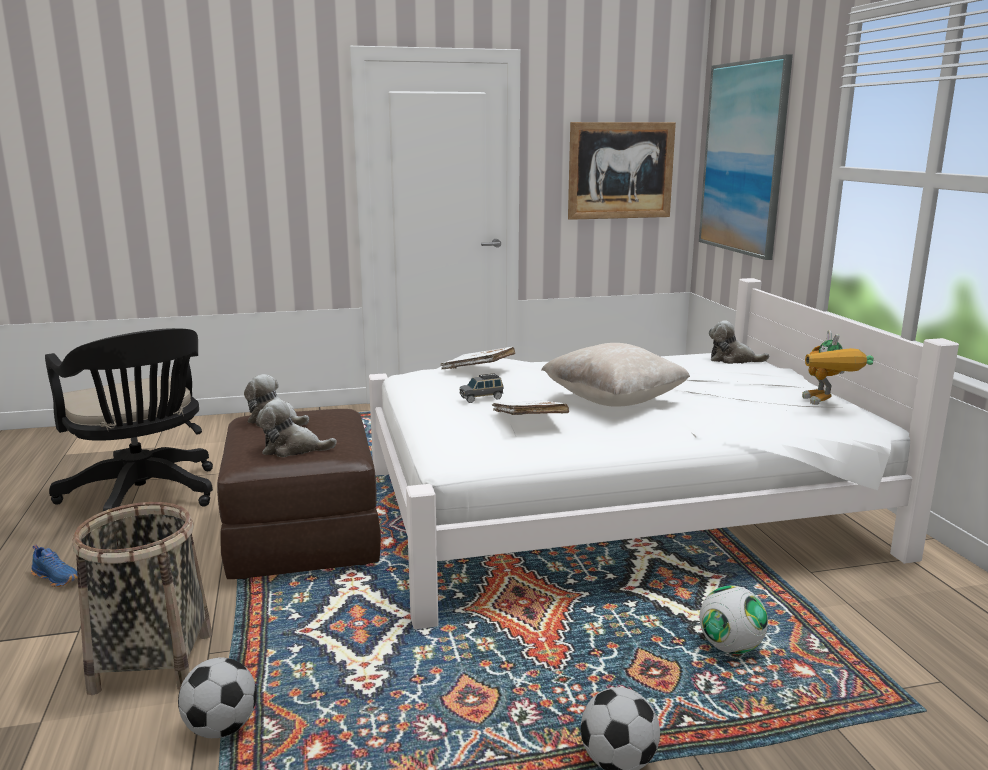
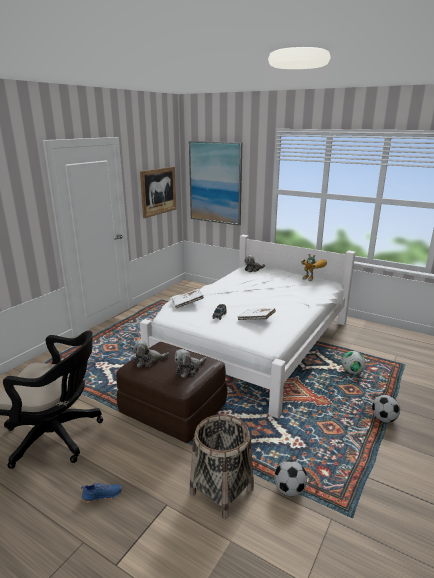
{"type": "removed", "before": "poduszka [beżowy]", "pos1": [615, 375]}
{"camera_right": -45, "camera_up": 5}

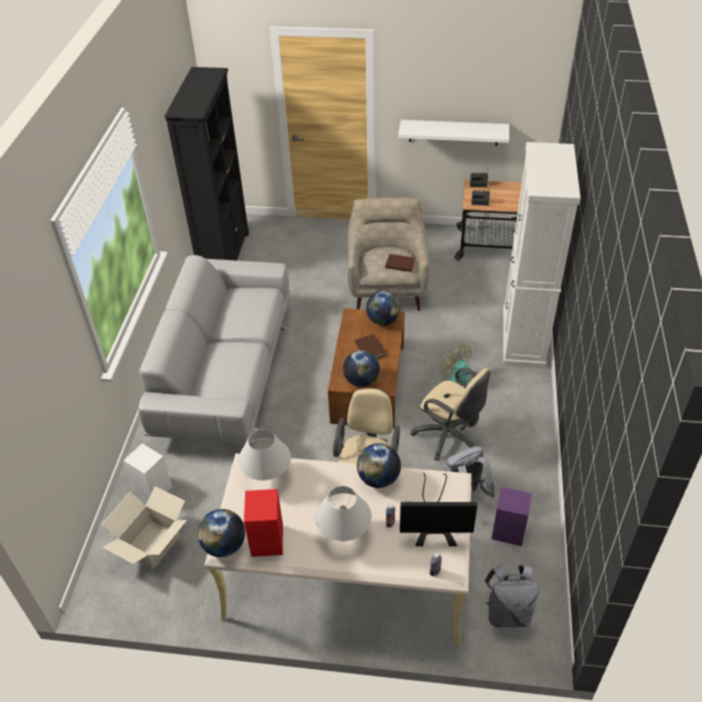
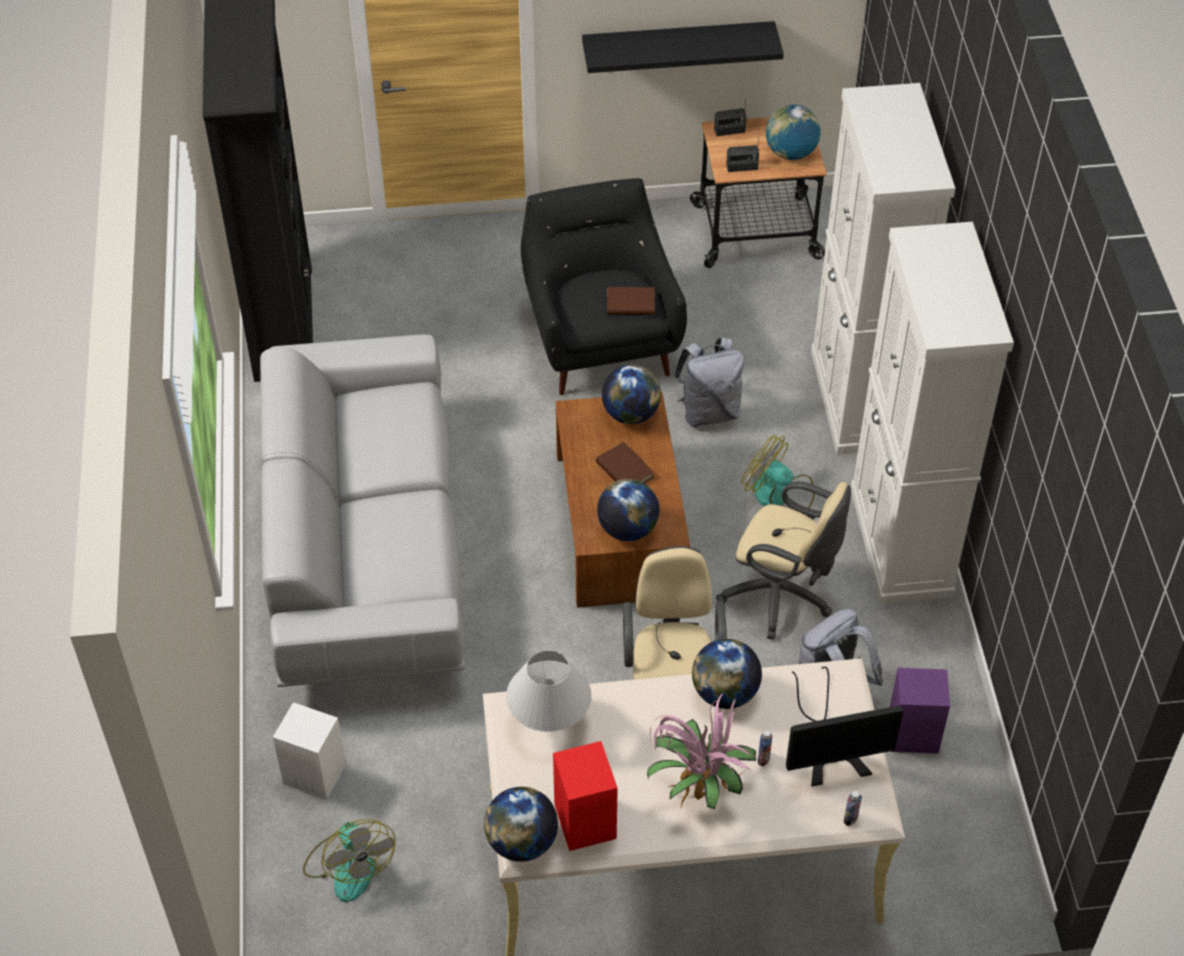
{"type": "recoloured", "before": "półka [biały]", "after": "półka [czarny]", "pos1": [453, 133], "pos2": [683, 47]}
{"type": "recoloured", "before": "fotel [beżowy]", "after": "fotel [czarny]", "pos1": [389, 254], "pos2": [604, 286]}
{"type": "replaced", "before": "karton", "after": "wentylator", "pos1": [144, 527], "pos2": [349, 860]}
{"type": "replaced", "before": "lampa stołowa [biały]", "after": "roślina doniczkowa", "pos1": [343, 513], "pos2": [701, 751]}
{"type": "moved", "before": "plecak [szary]", "pos1": [512, 596], "pos2": [708, 382]}
{"type": "added", "after": "globus", "pos2": [793, 132]}
{"type": "added", "after": "szafka [biały]", "pos2": [932, 413]}
{"camera_right": -15, "camera_up": 5}

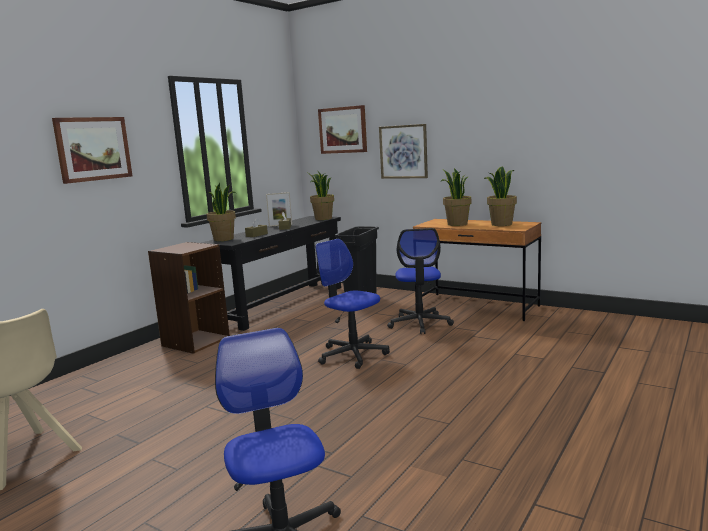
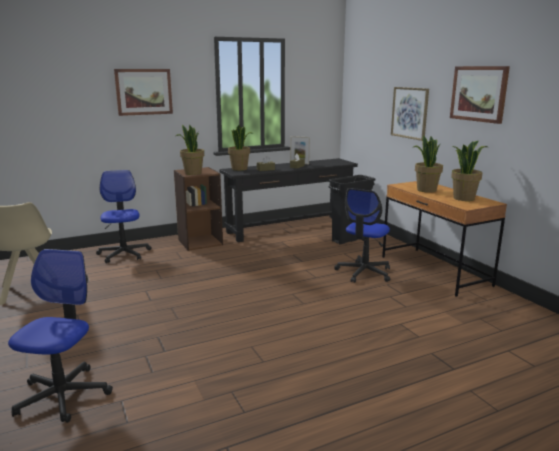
{"type": "moved", "before": "obraz", "pos1": [342, 129], "pos2": [480, 95]}
{"type": "moved", "before": "roślina doniczkowa", "pos1": [320, 195], "pos2": [190, 150]}
{"type": "moved", "before": "krzesło biurowe", "pos1": [352, 304], "pos2": [124, 216]}
{"camera_right": 30, "camera_up": 5}

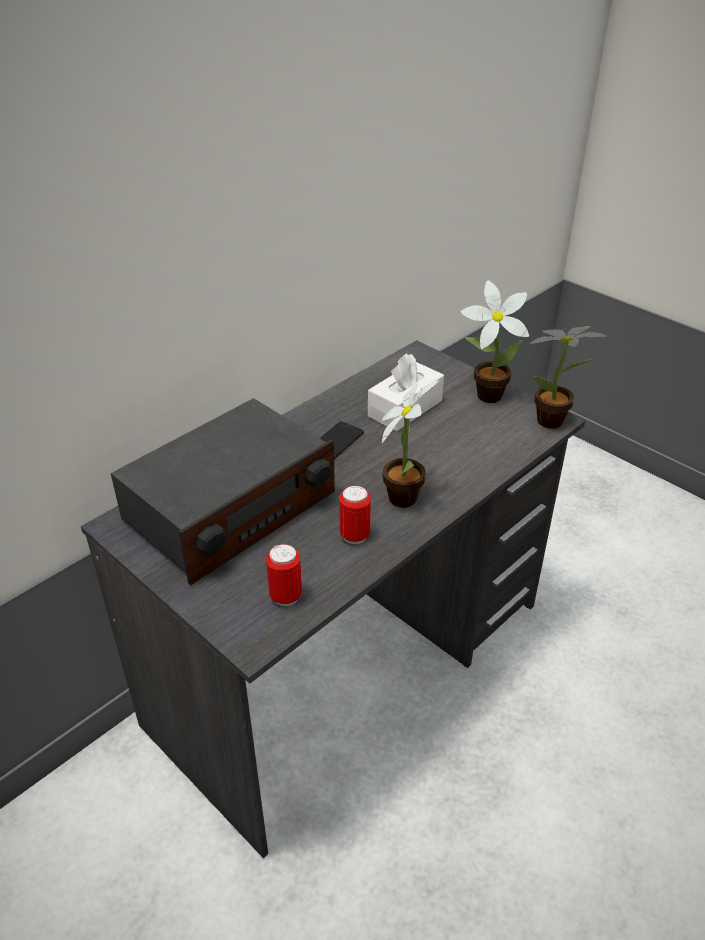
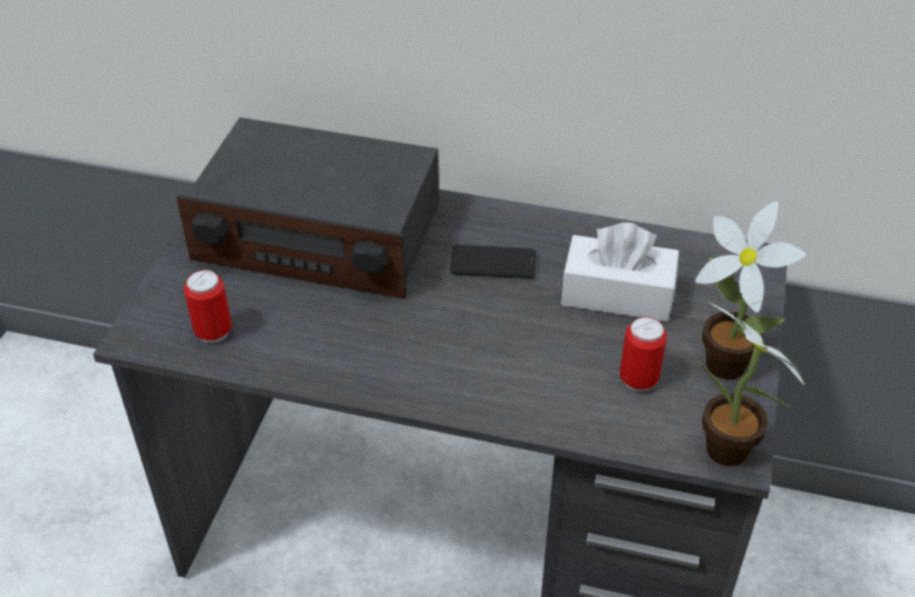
{"type": "removed", "before": "roślina doniczkowa", "pos1": [410, 444]}
{"type": "moved", "before": "puszka", "pos1": [355, 514], "pos2": [643, 354]}
{"camera_right": 60, "camera_up": 5}

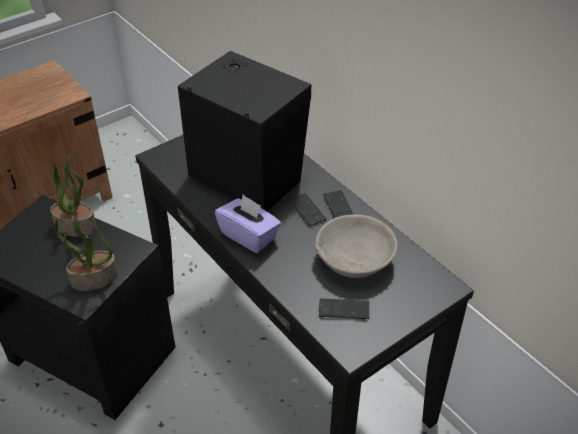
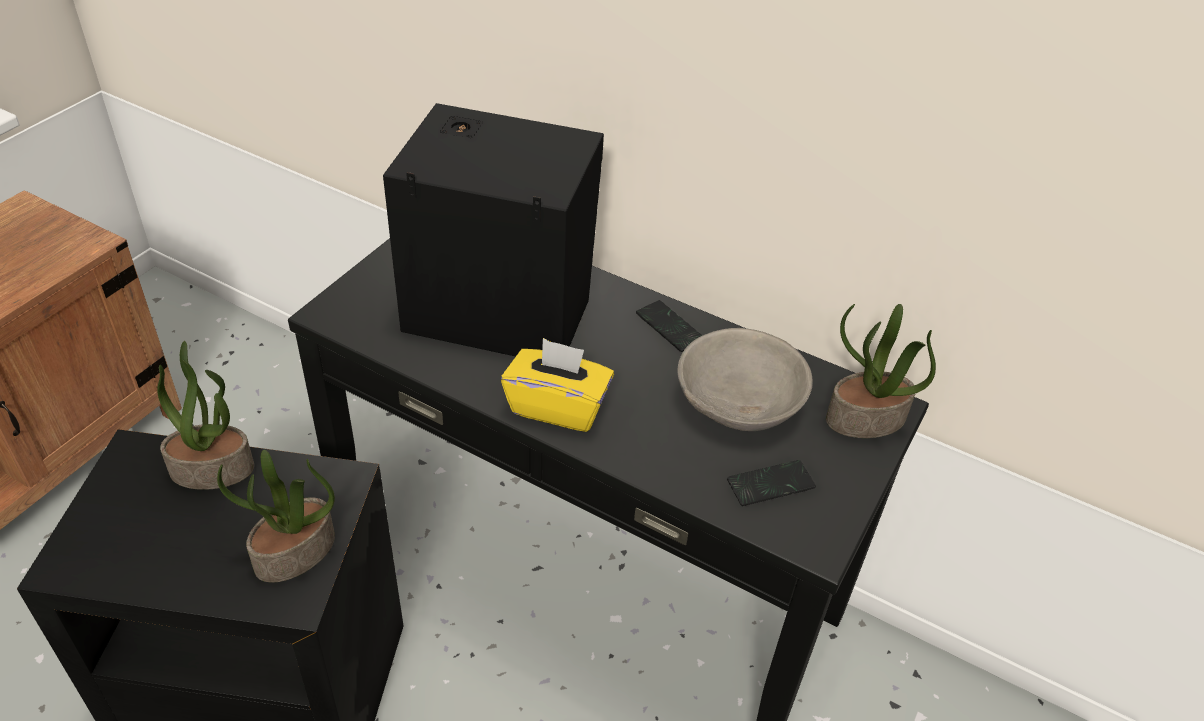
{"type": "removed", "before": "telefon", "pos1": [307, 209]}
{"type": "recoloured", "before": "pudełko chusteczek [fioletowy]", "after": "pudełko chusteczek [żółty]", "pos1": [248, 224], "pos2": [557, 385]}
{"type": "added", "after": "roślina doniczkowa", "pos2": [881, 371]}
{"camera_right": -25, "camera_up": 0}

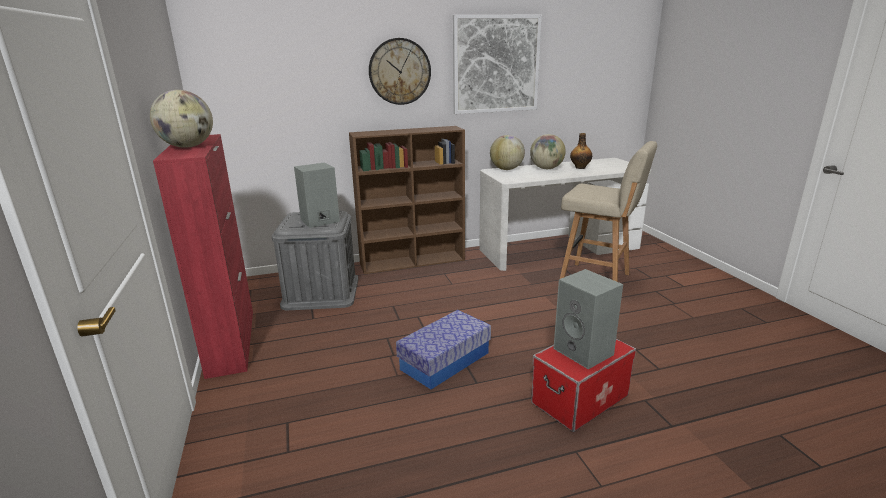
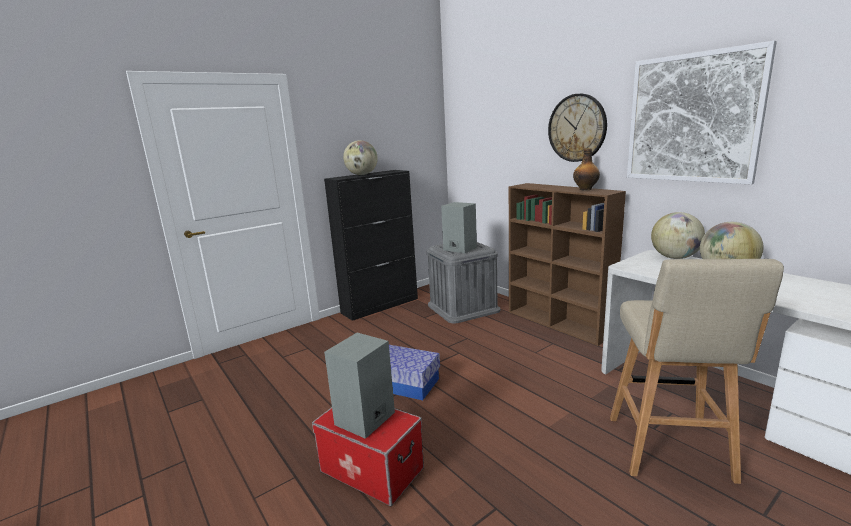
{"type": "moved", "before": "butelka", "pos1": [581, 151], "pos2": [586, 169]}
{"type": "recoloured", "before": "szafka [czerwony]", "after": "szafka [czarny]", "pos1": [203, 256], "pos2": [371, 245]}
{"camera_right": 70, "camera_up": -5}

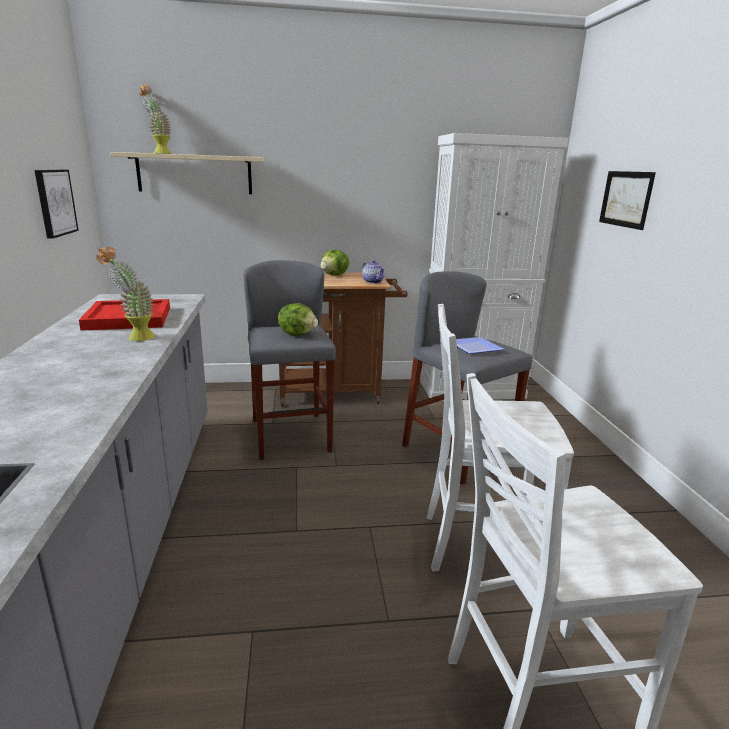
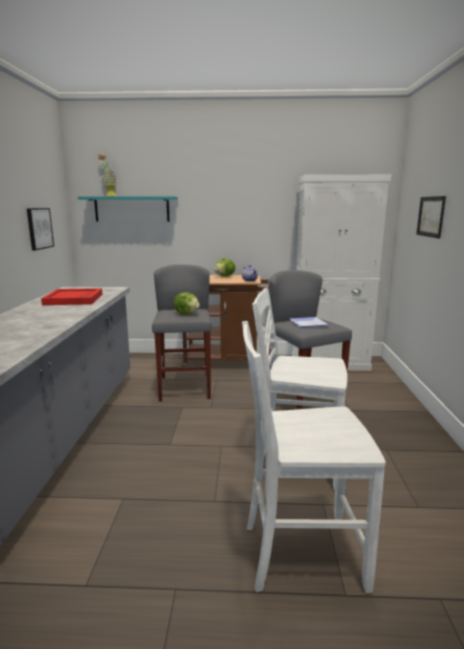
{"type": "recoloured", "before": "półka [beżowy]", "after": "półka [turkusowy]", "pos1": [187, 173], "pos2": [128, 209]}
{"type": "removed", "before": "roślina doniczkowa", "pos1": [125, 294]}
{"camera_right": 10, "camera_up": -5}

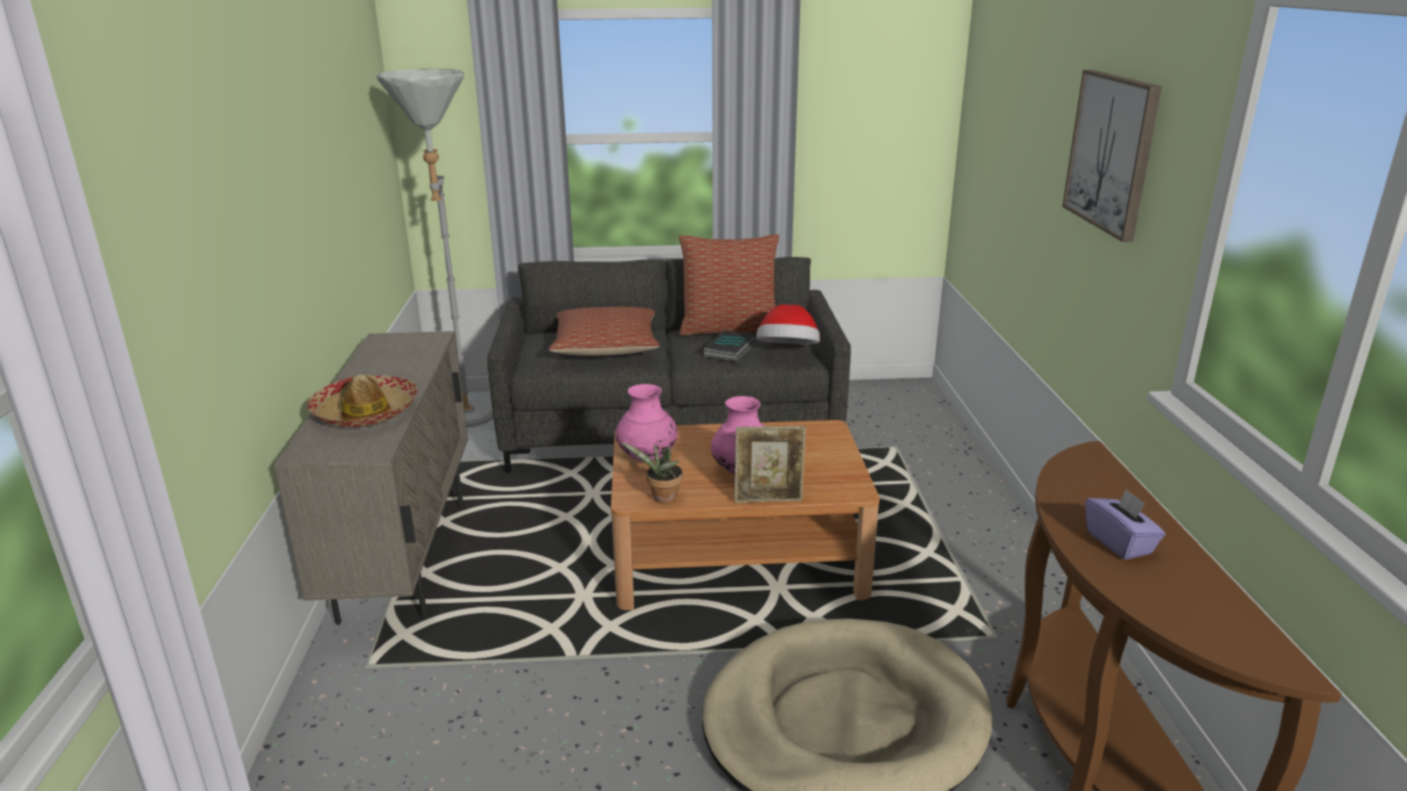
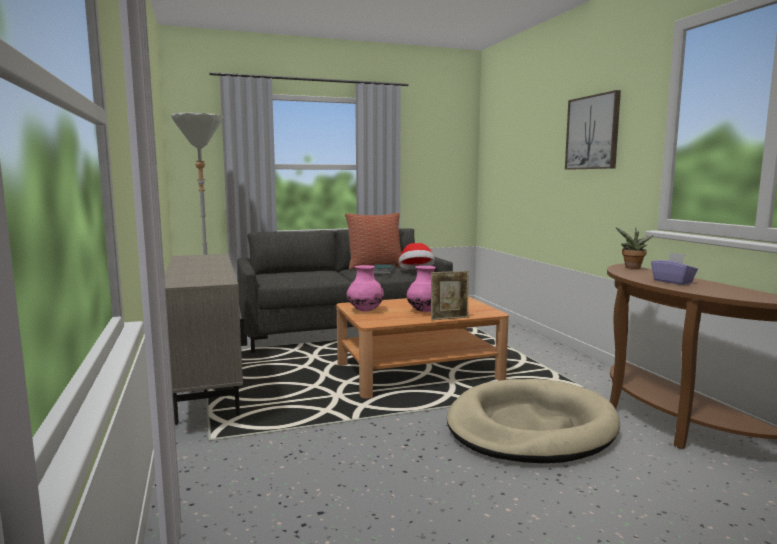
{"type": "removed", "before": "poduszka", "pos1": [604, 331]}
{"type": "removed", "before": "kapelusz", "pos1": [362, 400]}
{"type": "moved", "before": "roślina doniczkowa", "pos1": [651, 472], "pos2": [634, 248]}
{"camera_right": -15, "camera_up": -15}

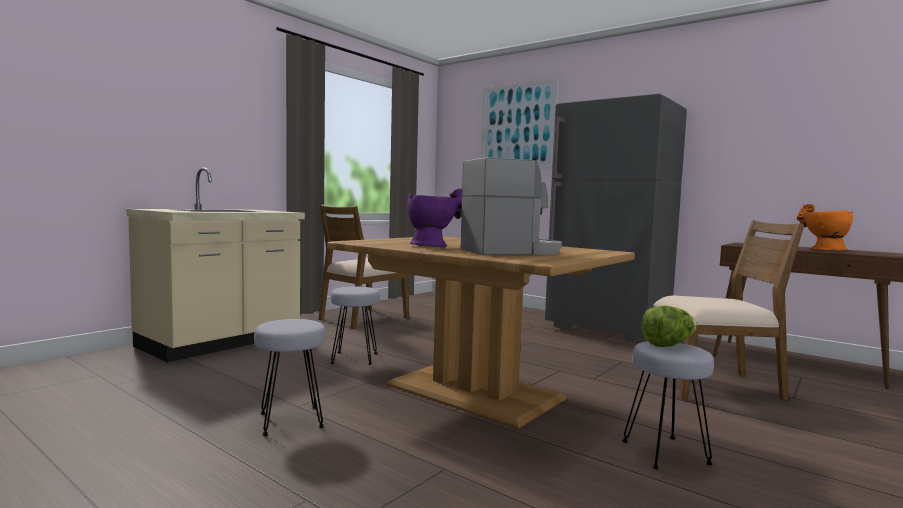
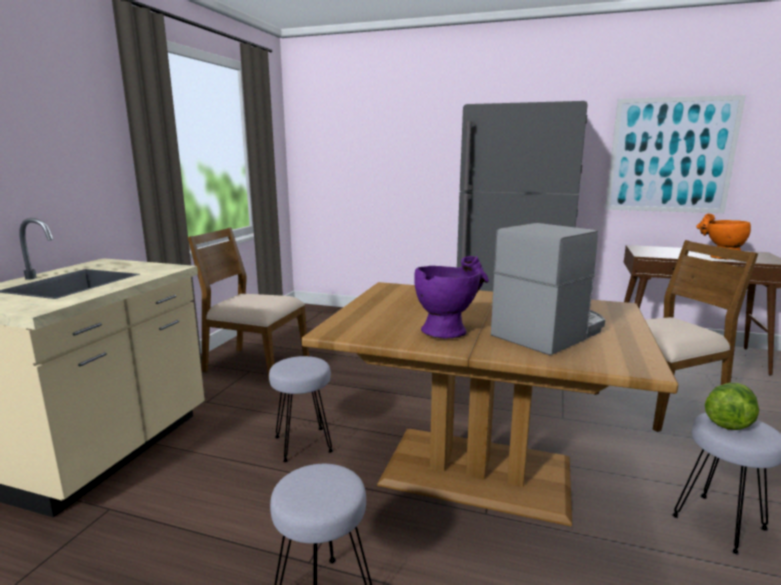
{"type": "moved", "before": "obraz", "pos1": [519, 124], "pos2": [675, 154]}
{"type": "turned", "before": "krzesło [brązowy]", "pos1": [363, 267], "pos2": [248, 306], "turn": 90}
{"camera_right": -20, "camera_up": 10}

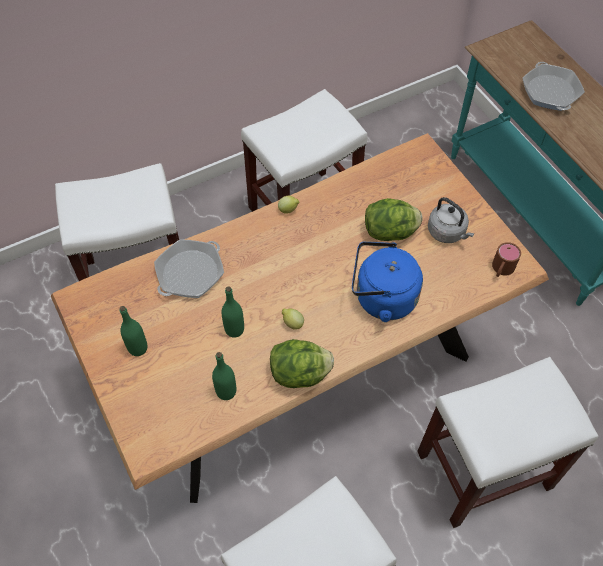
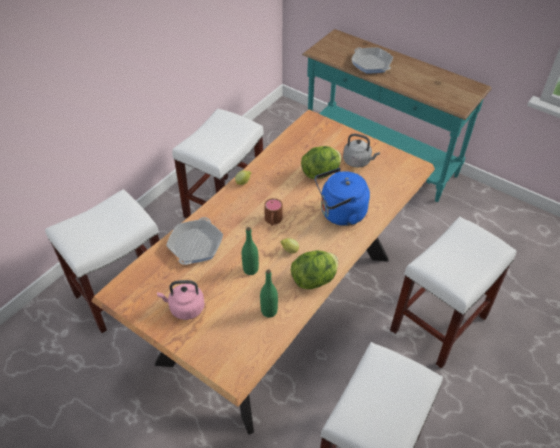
{"type": "moved", "before": "kubek [brązowy]", "pos1": [506, 259], "pos2": [273, 212]}
{"type": "replaced", "before": "butelka [zielony]", "after": "czajnik [różowy]", "pos1": [133, 331], "pos2": [181, 300]}
{"camera_right": -25, "camera_up": -10}

